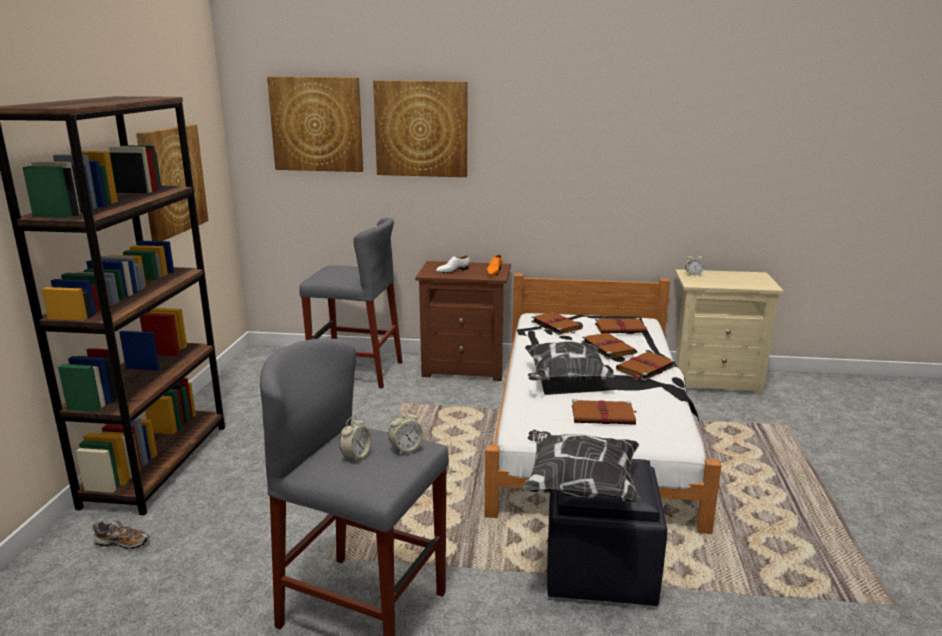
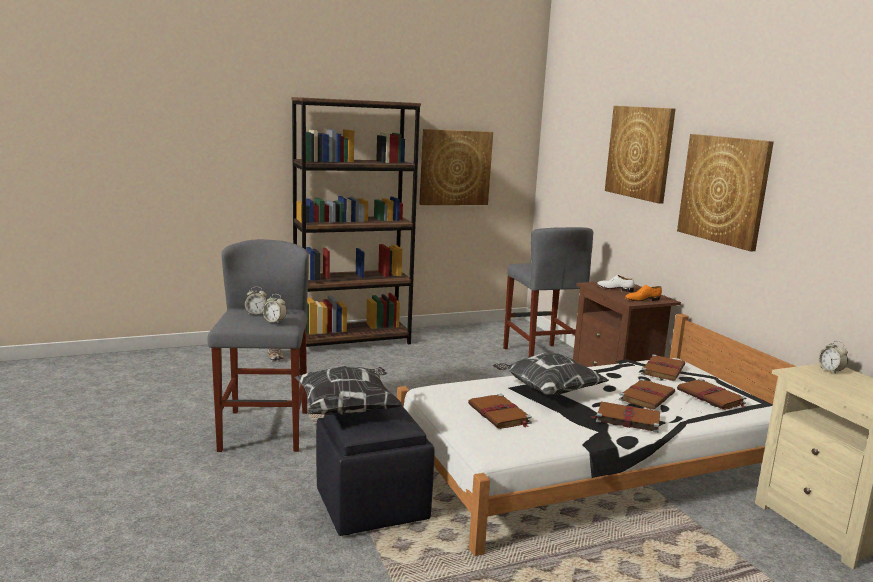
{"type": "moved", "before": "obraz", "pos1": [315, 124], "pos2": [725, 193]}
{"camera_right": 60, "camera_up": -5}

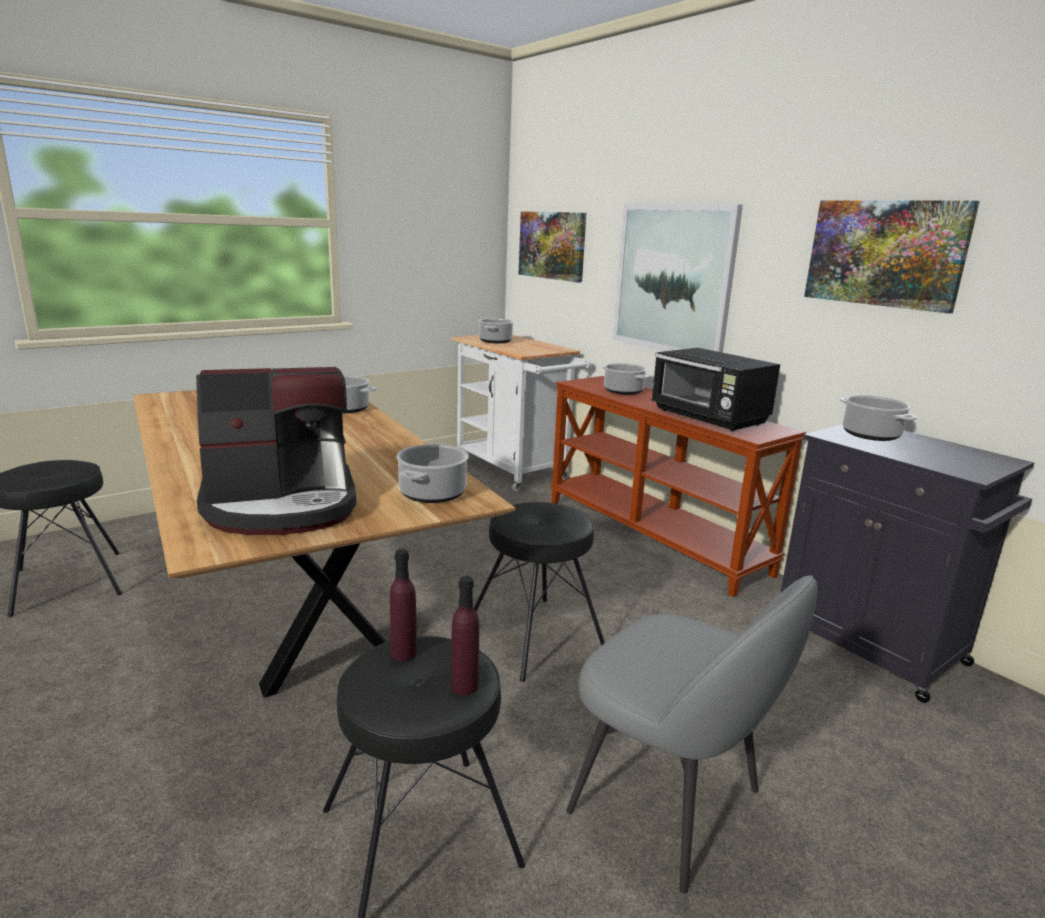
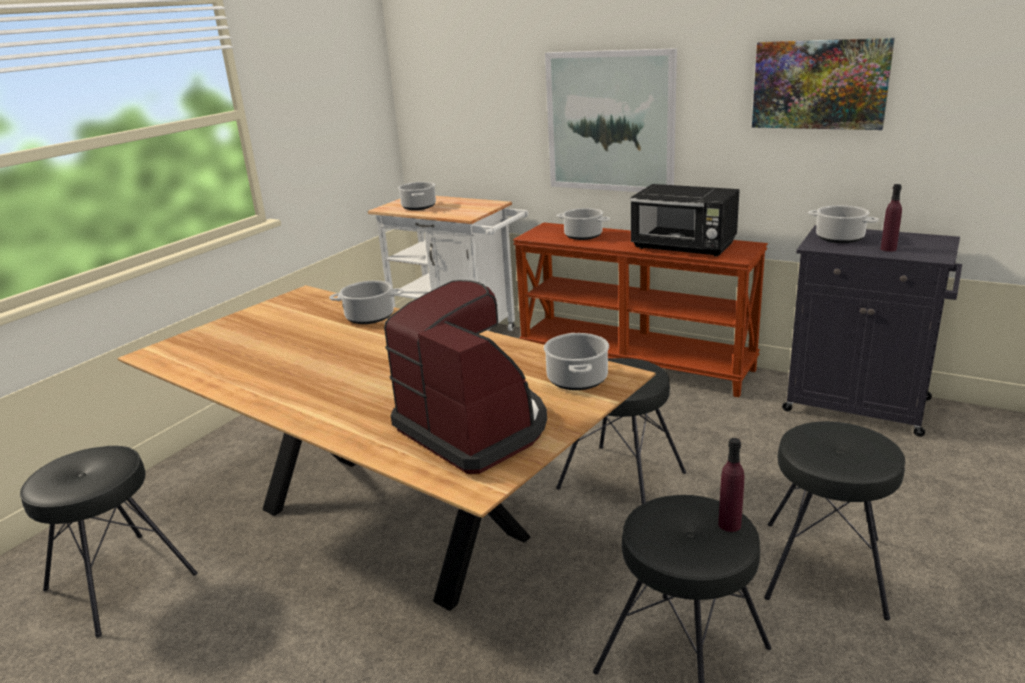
{"type": "removed", "before": "obraz", "pos1": [553, 246]}
{"type": "turned", "before": "ekspres do kawy", "pos1": [276, 450], "pos2": [465, 377], "turn": -90}
{"type": "moved", "before": "butelka [fioletowy]", "pos1": [403, 605], "pos2": [891, 218]}
{"type": "replaced", "before": "krzesło [szary]", "after": "stołek [czarny]", "pos1": [692, 734], "pos2": [834, 521]}
{"camera_right": -20, "camera_up": 5}

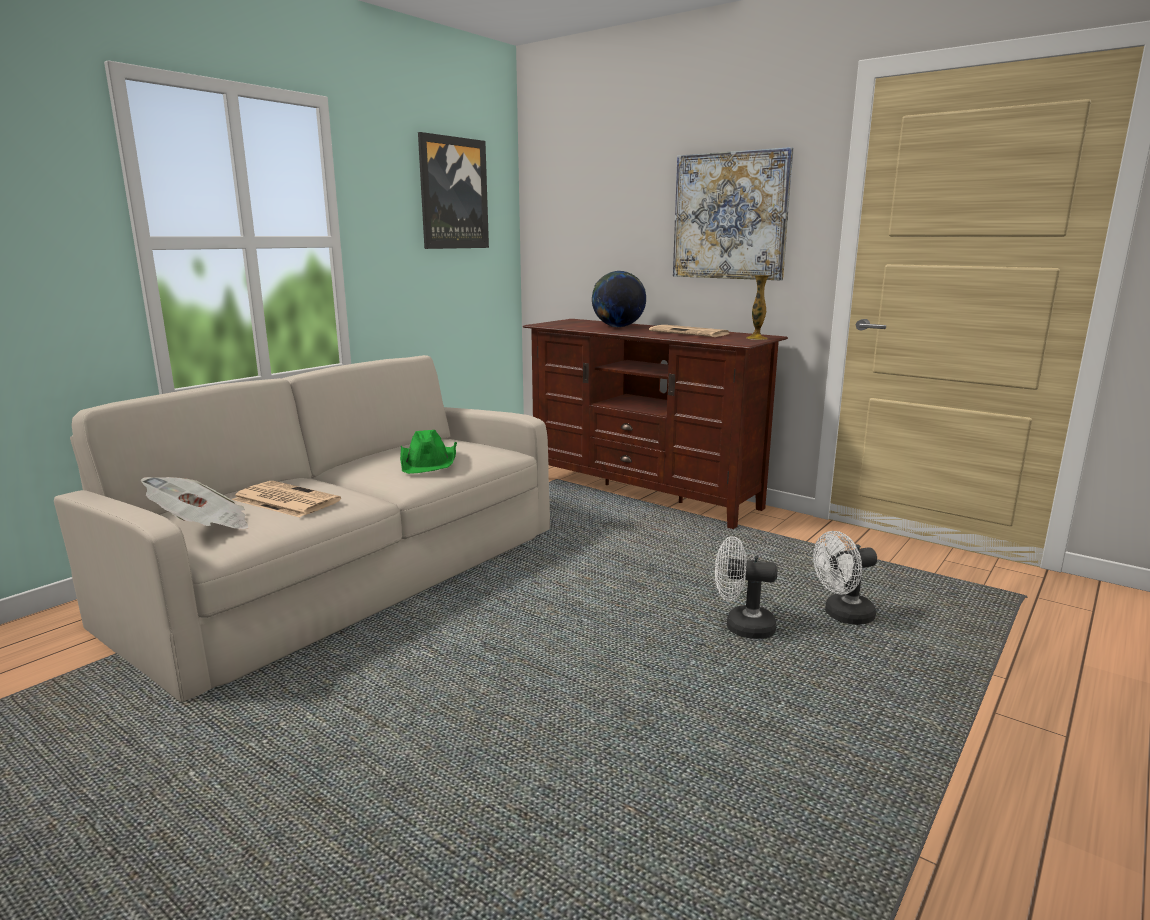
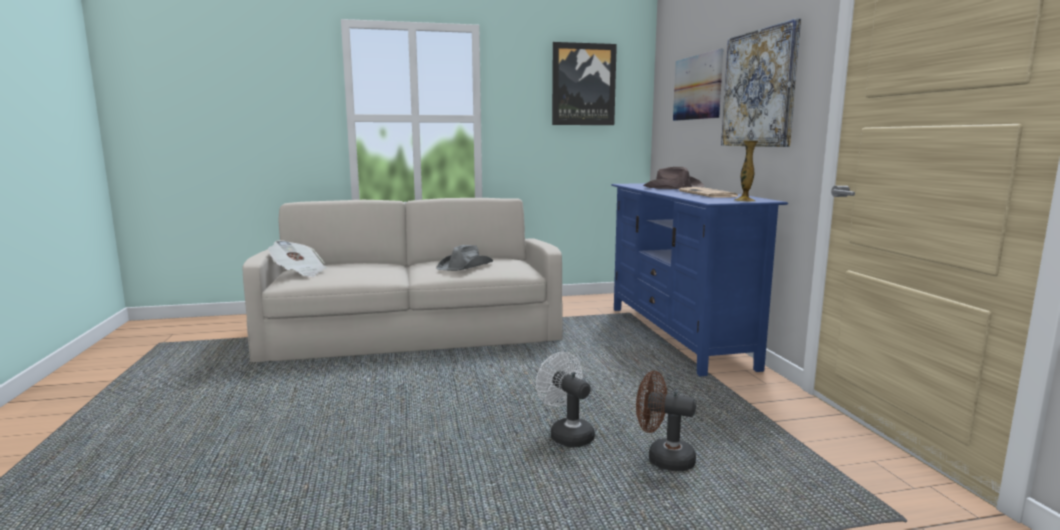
{"type": "replaced", "before": "globus", "after": "kapelusz [brązowy]", "pos1": [619, 299], "pos2": [673, 178]}
{"type": "recoloured", "before": "szafka pod telewizor [brązowy]", "after": "szafka pod telewizor [niebieski]", "pos1": [655, 424], "pos2": [699, 279]}
{"type": "recoloured", "before": "kapelusz [zielony]", "after": "kapelusz [szary]", "pos1": [428, 452], "pos2": [464, 258]}
{"type": "removed", "before": "gazeta", "pos1": [286, 499]}
{"type": "recoloured", "before": "wentylator [biały]", "after": "wentylator [brązowy]", "pos1": [845, 578], "pos2": [666, 421]}
{"type": "added", "after": "obraz", "pos2": [698, 85]}
{"camera_right": 40, "camera_up": -5}

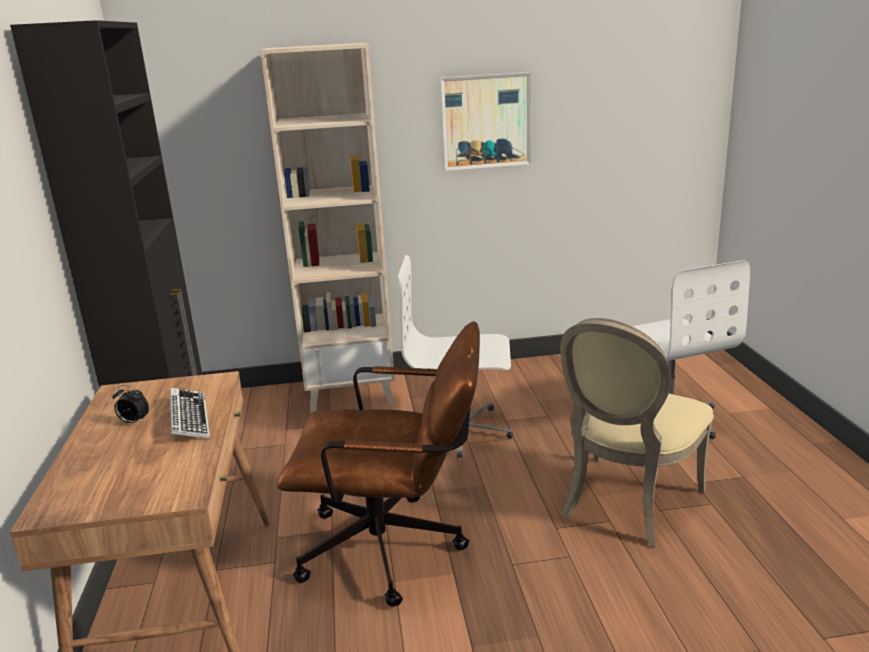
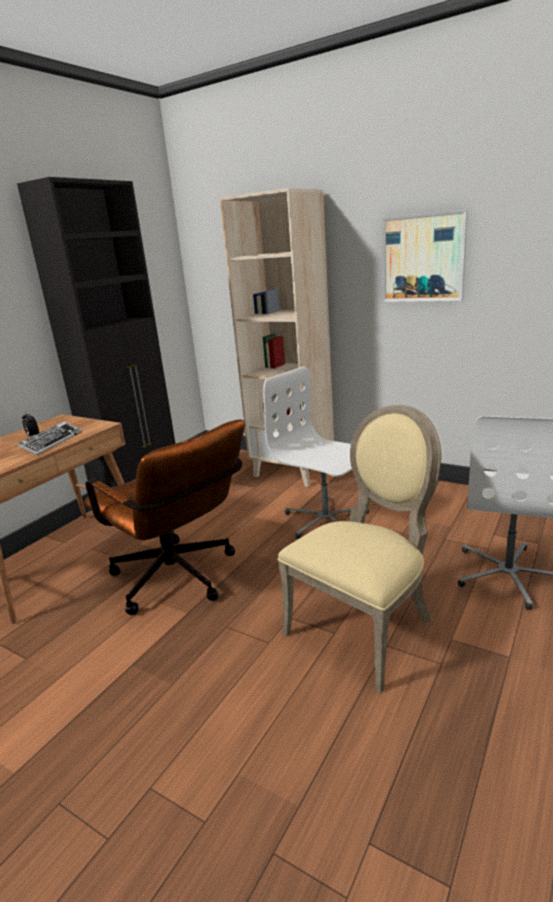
{"type": "turned", "before": "krzesło [beżowy]", "pos1": [637, 432], "pos2": [359, 549], "turn": 150}
{"camera_right": 40, "camera_up": 0}

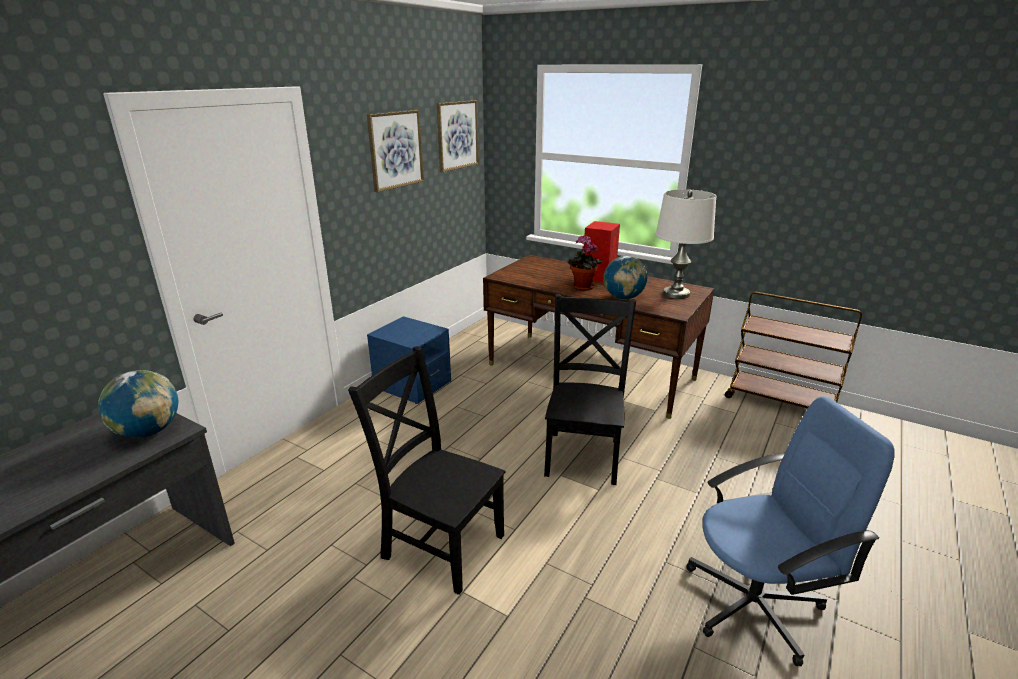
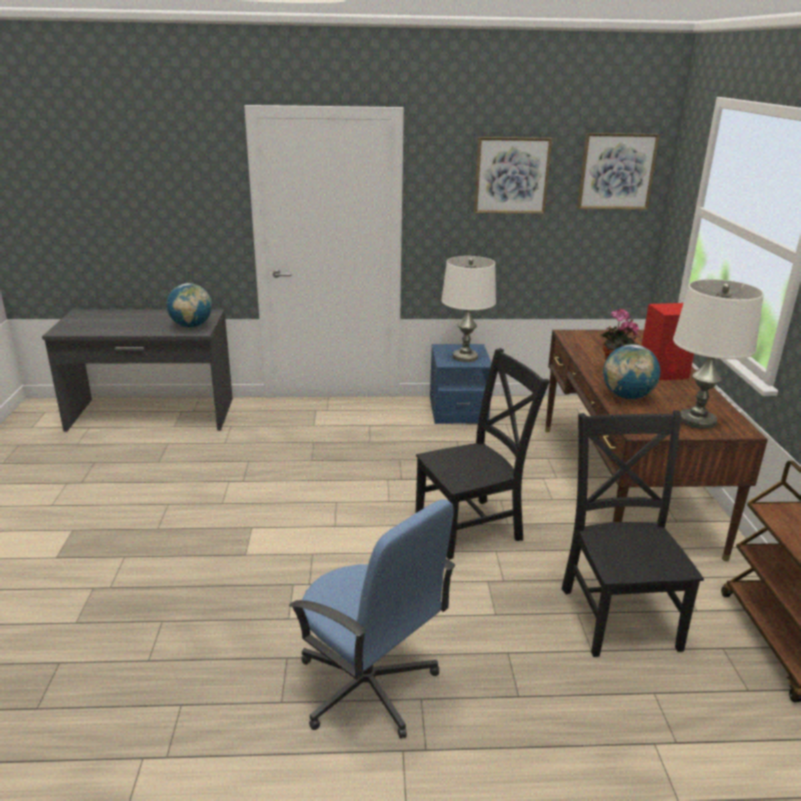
{"type": "moved", "before": "krzesło [czarny]", "pos1": [426, 470], "pos2": [633, 533]}
{"type": "added", "after": "lampa stołowa [biały]", "pos2": [468, 309]}
{"camera_right": 55, "camera_up": 0}

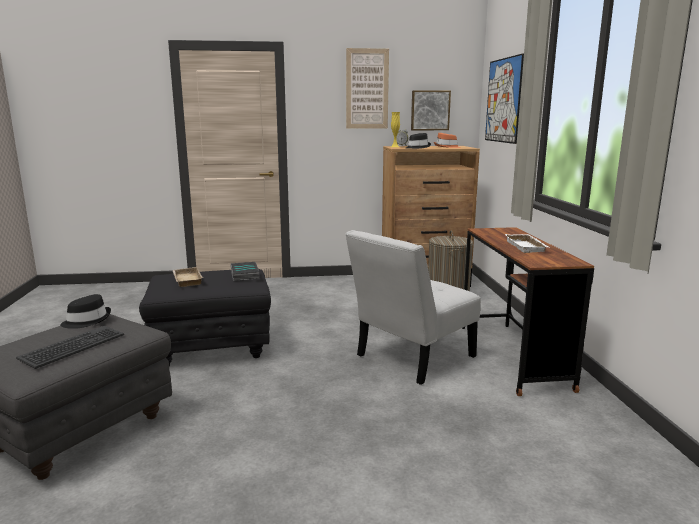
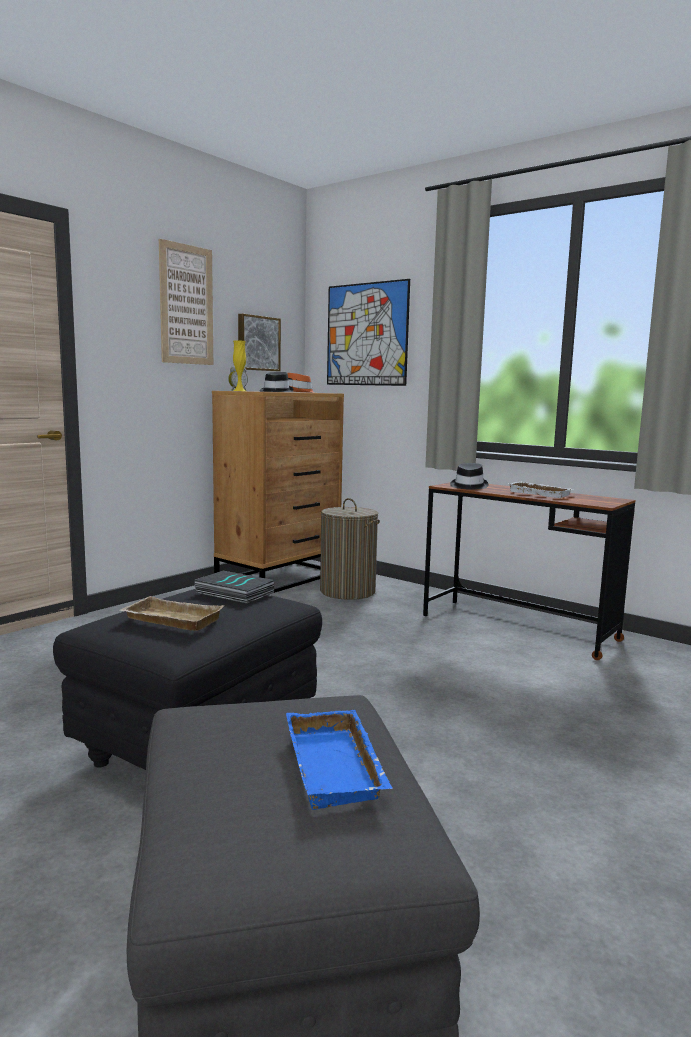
{"type": "removed", "before": "krzesło [biały]", "pos1": [413, 307]}
{"type": "moved", "before": "kapelusz [czarny]", "pos1": [85, 311], "pos2": [469, 476]}
{"type": "replaced", "before": "klawiatura", "after": "taca [niebieski]", "pos1": [70, 347], "pos2": [339, 760]}
{"camera_right": -45, "camera_up": -5}

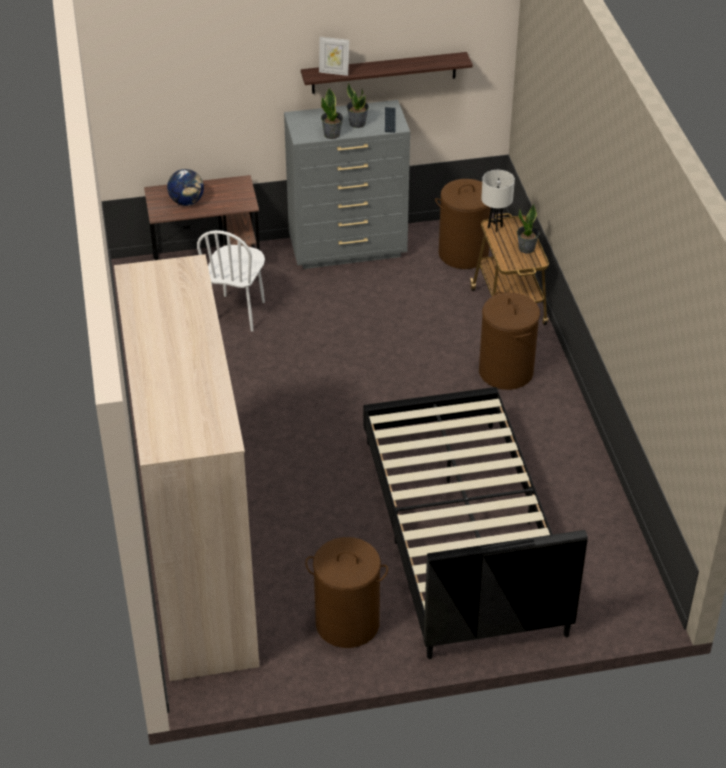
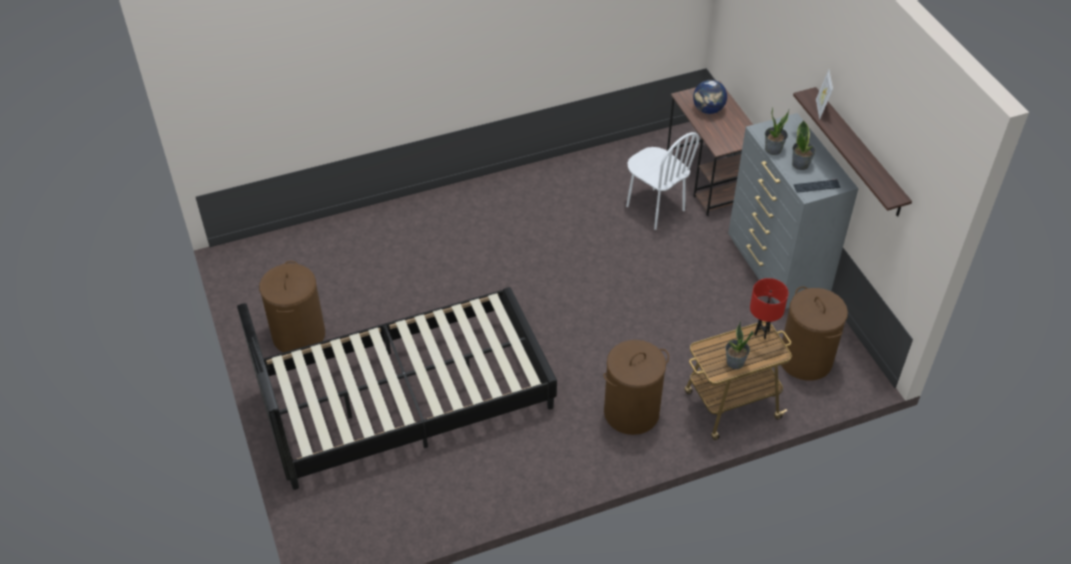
{"type": "recoloured", "before": "lampa stołowa [biały]", "after": "lampa stołowa [czerwony]", "pos1": [498, 201], "pos2": [769, 308]}
{"type": "turned", "before": "krzesło [biały]", "pos1": [231, 281], "pos2": [662, 181], "turn": -135}
{"type": "removed", "before": "szafa", "pos1": [187, 467]}
{"camera_right": 80, "camera_up": 5}

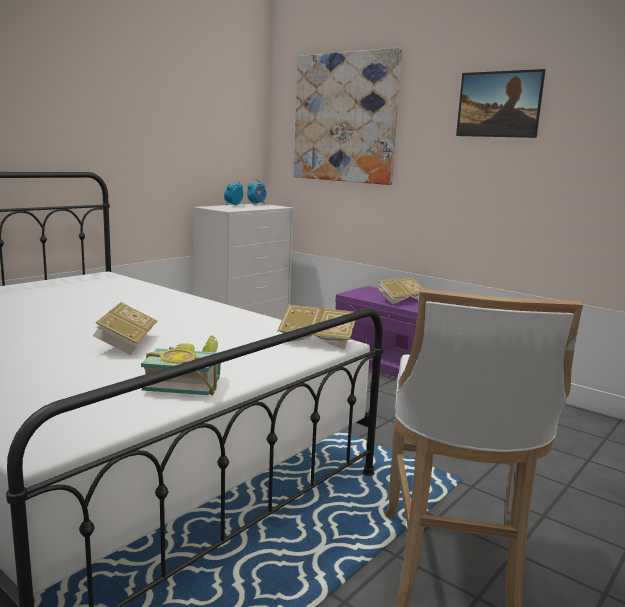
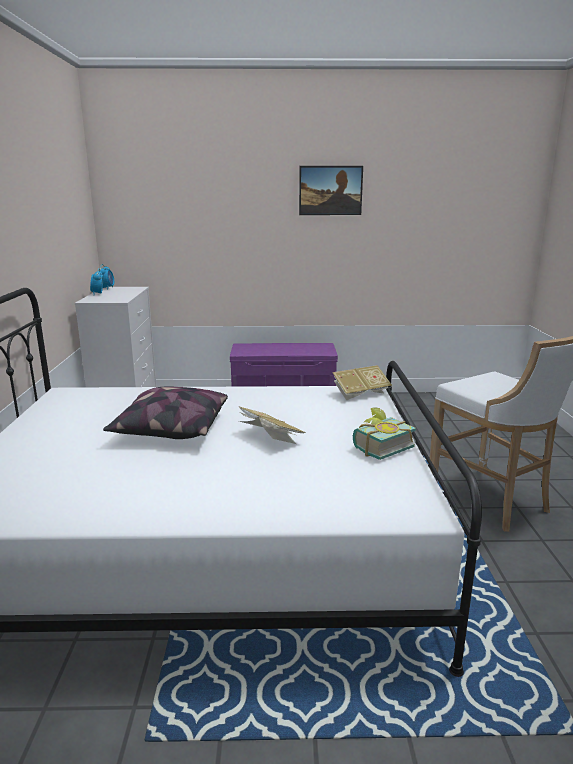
{"type": "removed", "before": "obraz", "pos1": [348, 116]}
{"type": "removed", "before": "książka", "pos1": [401, 291]}
{"type": "added", "after": "poduszka", "pos2": [165, 412]}
{"camera_right": -40, "camera_up": 5}

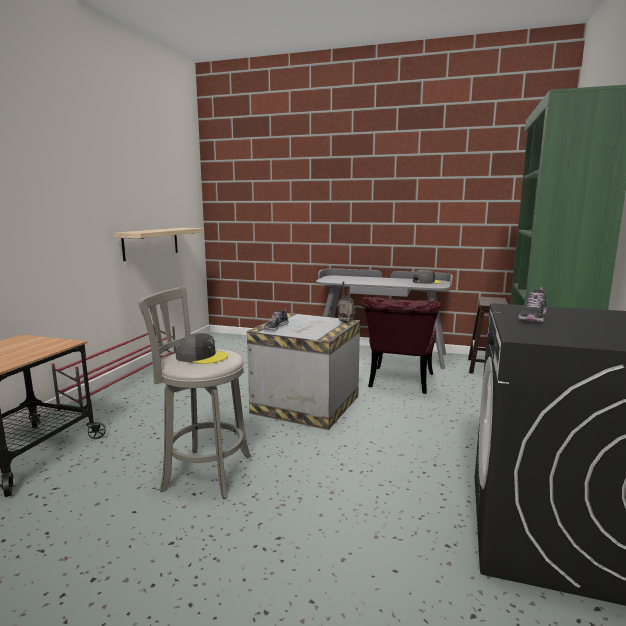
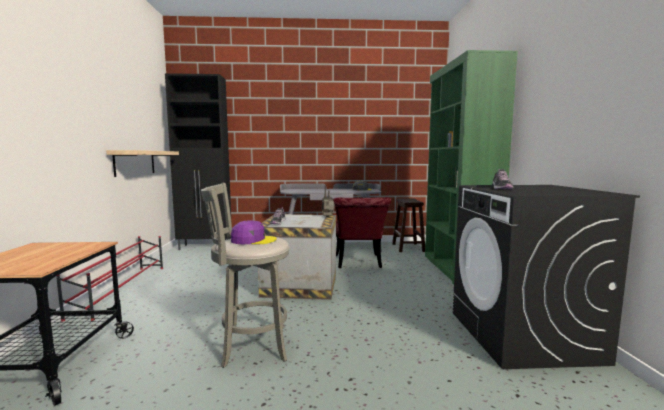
{"type": "recoloured", "before": "czapka z daszkiem [szary]", "after": "czapka z daszkiem [fioletowy]", "pos1": [202, 348], "pos2": [254, 232]}
{"type": "added", "after": "szafka [czarny]", "pos2": [198, 161]}
{"camera_right": -20, "camera_up": -5}

